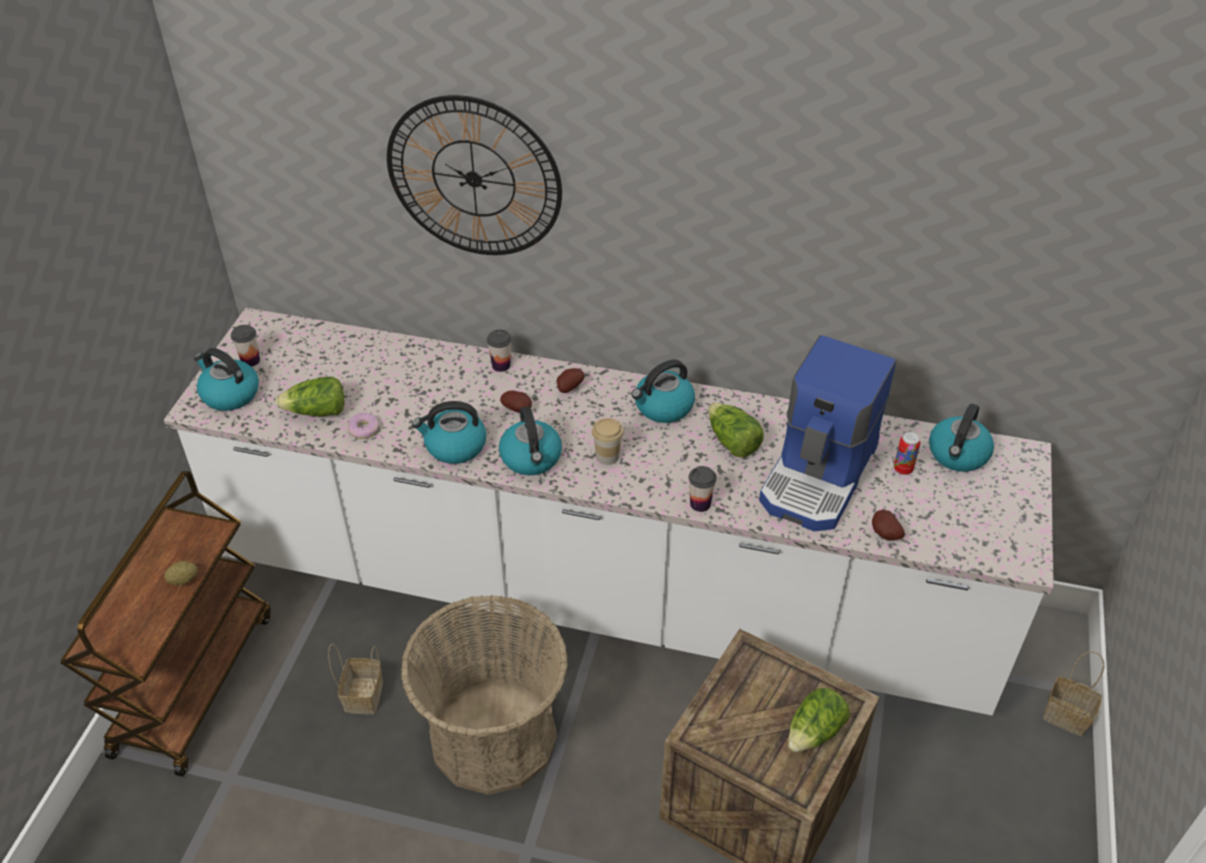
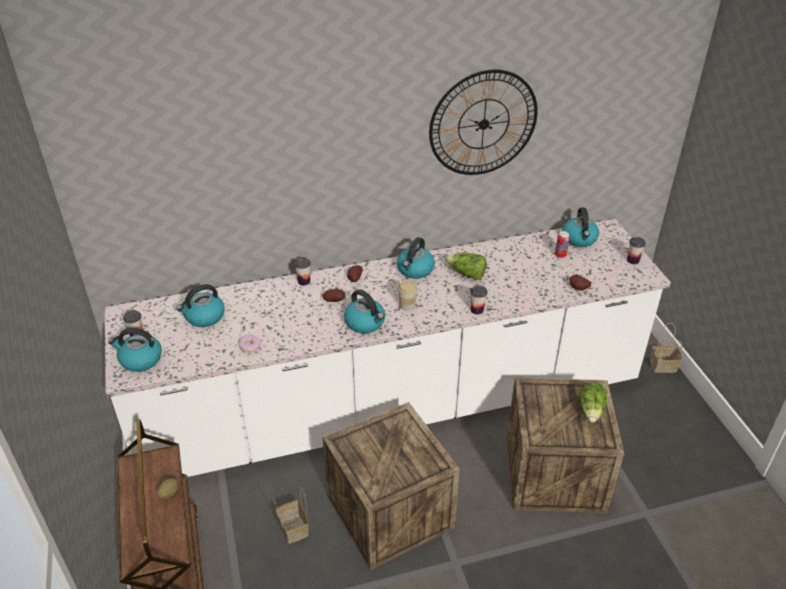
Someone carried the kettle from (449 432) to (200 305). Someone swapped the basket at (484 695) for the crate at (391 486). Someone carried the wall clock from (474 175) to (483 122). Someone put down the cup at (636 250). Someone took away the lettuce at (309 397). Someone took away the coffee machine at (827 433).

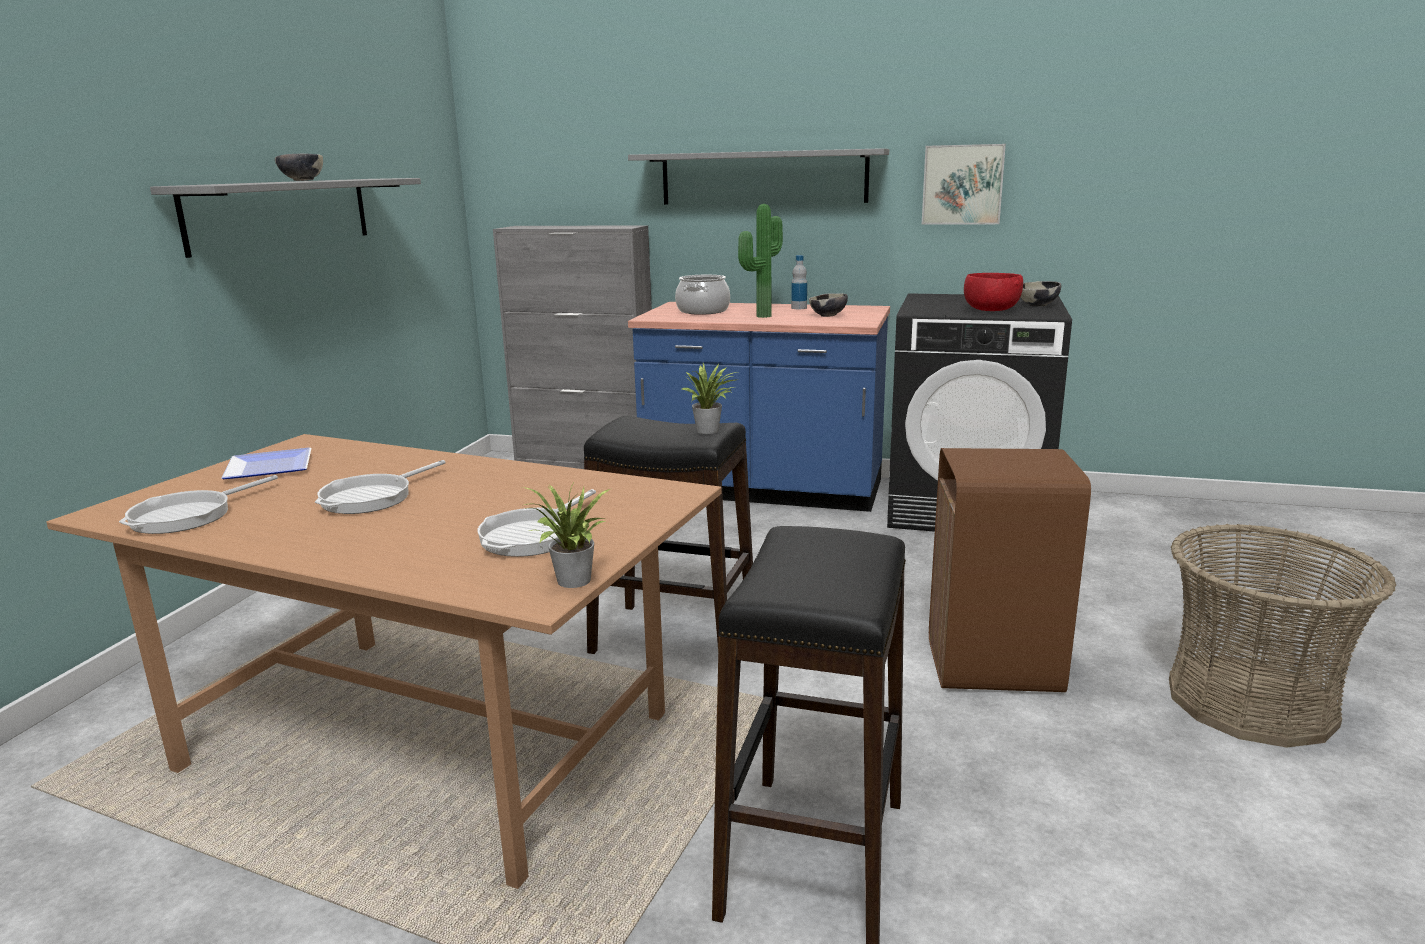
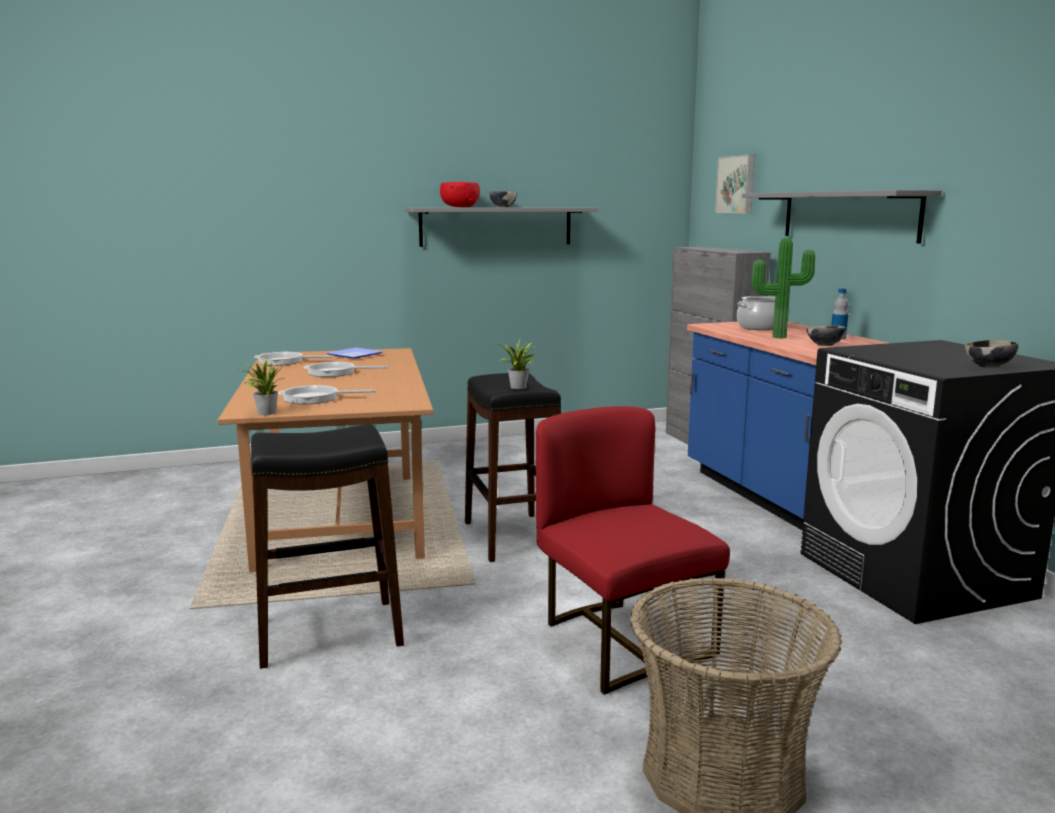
Someone carried the bowl in red from (993 292) to (460 194). Someone swapped the trash can in brown at (1010 570) for the chair in red at (633 550). Someone carried the picture from (964 184) to (735 183).

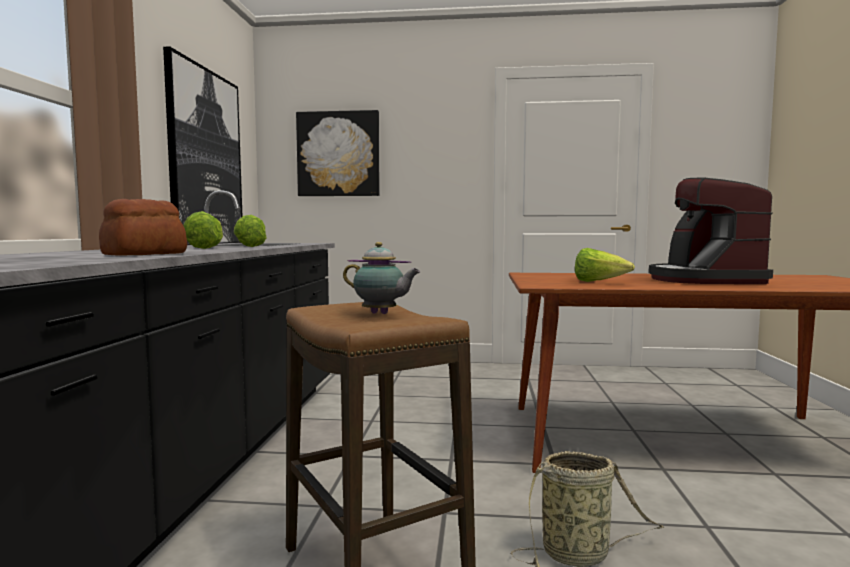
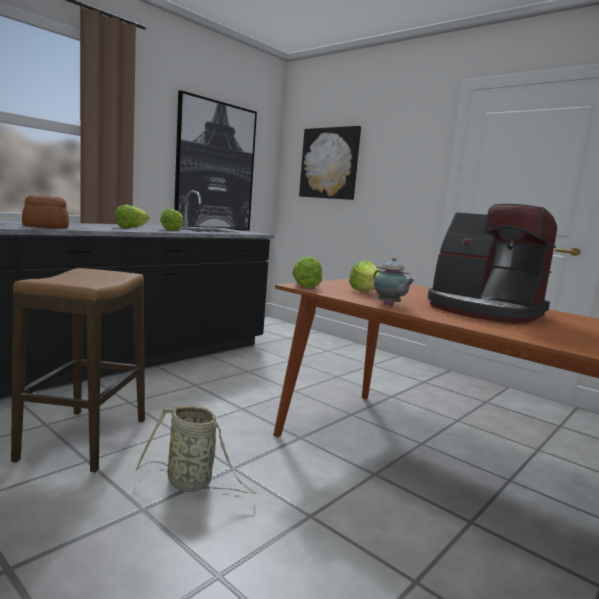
Someone put down the lettuce at (307 272). Someone carried the teapot from (382 278) to (394 281). Someone rotated the coffee machine at (711 231) by 90 degrees counterclockwise.

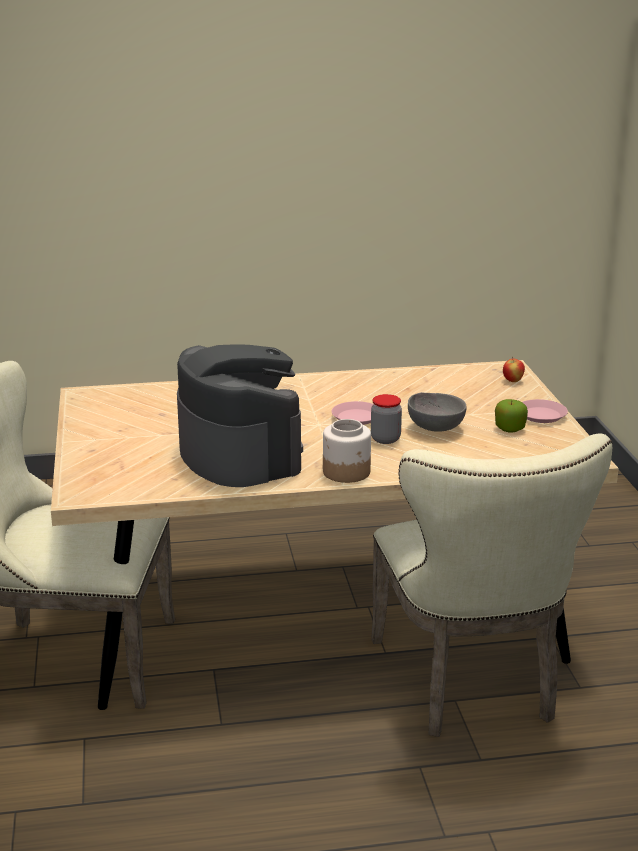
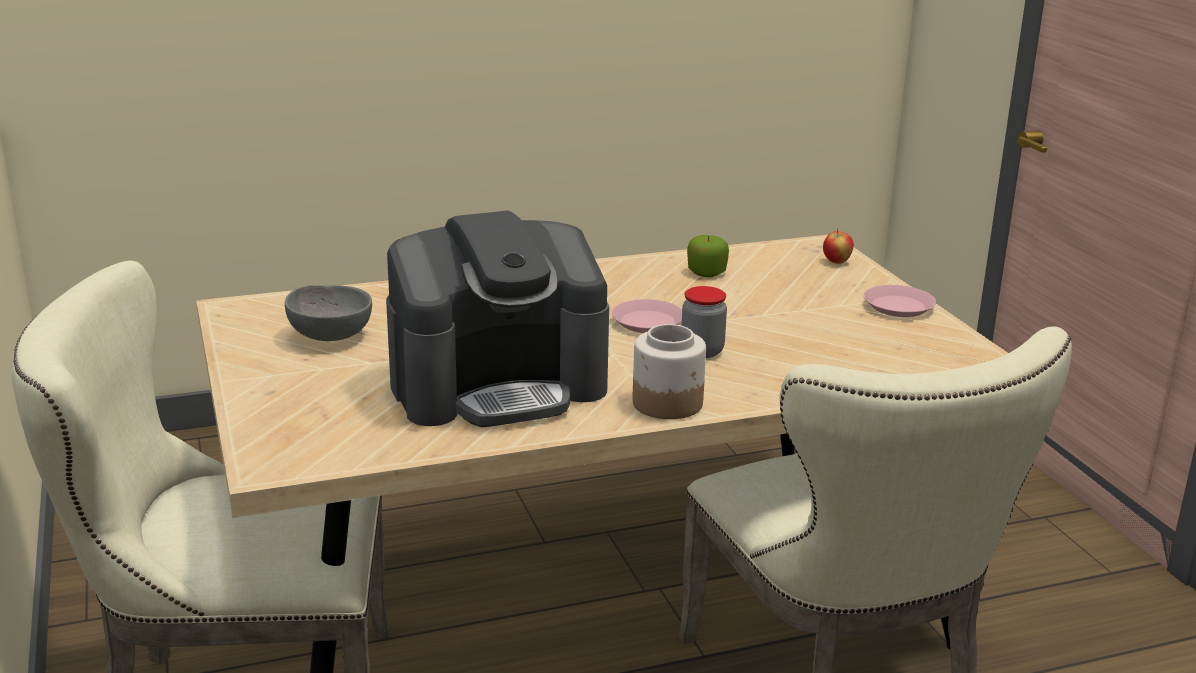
Someone carried the bowl in grey from (437 412) to (328 313). Someone rotated the coffee machine at (240 415) by 105 degrees clockwise. Someone carried the apple from (511 416) to (708 256).

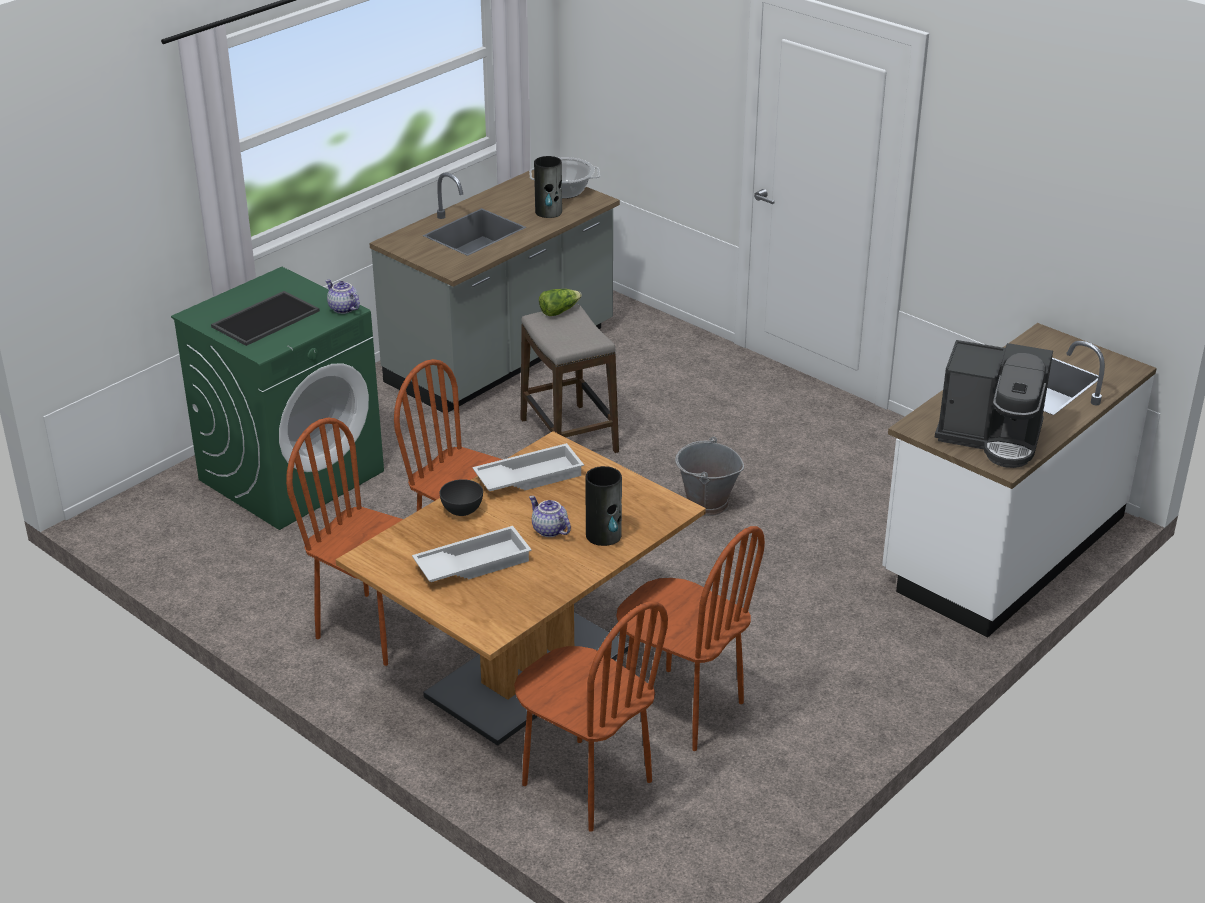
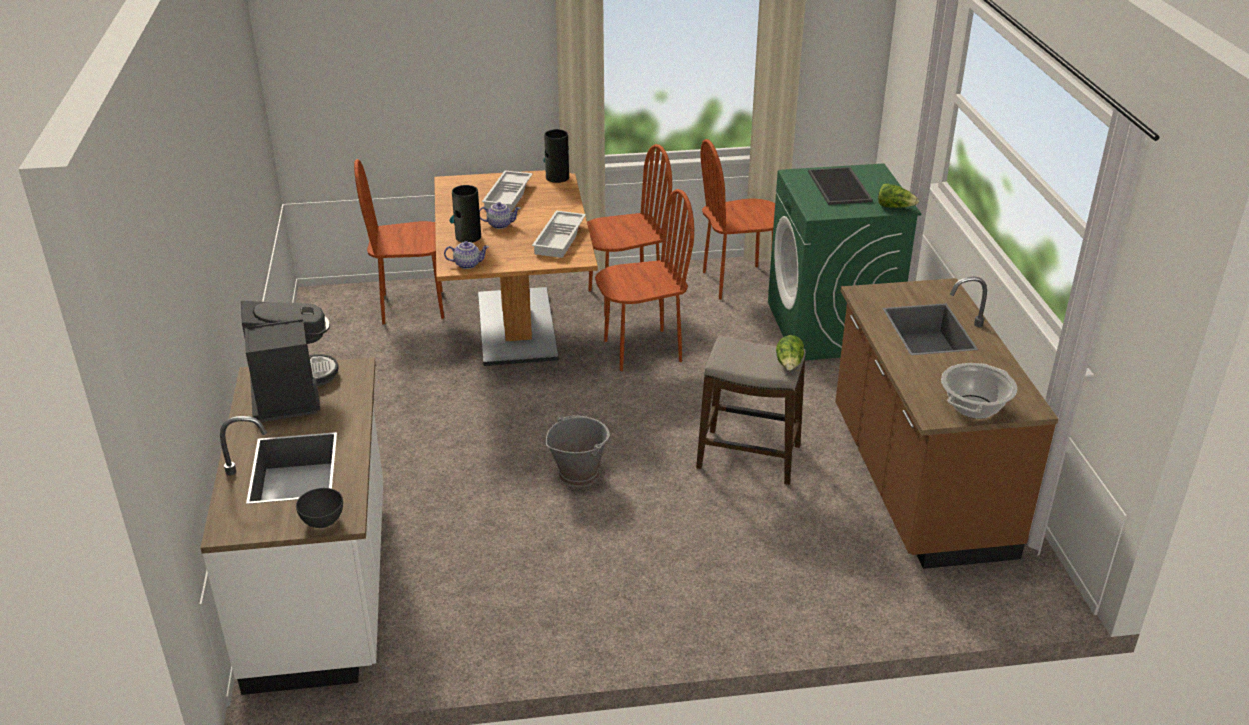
Someone rotated the coffee machine at (993 404) by 105 degrees clockwise. Someone carried the bowl in grey from (461 497) to (319 508). Someone carried the teapot from (342 297) to (466 255). Someone carried the vase from (548 187) to (556 156). Someone carried the chair in brown from (690 638) to (737 219). Someone repainted the counter in grey at (494 291), which became the counter in brown at (946 423). Someone put down the lettuce at (898 195).

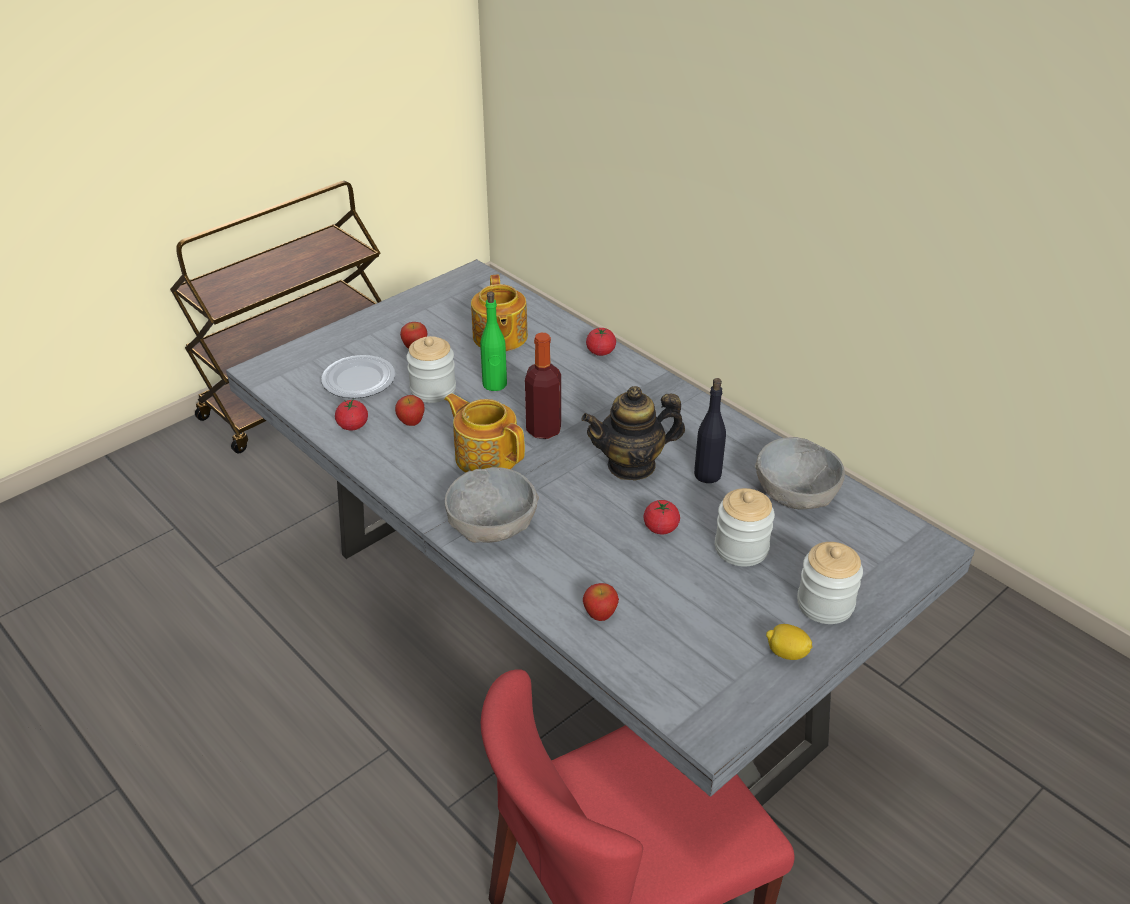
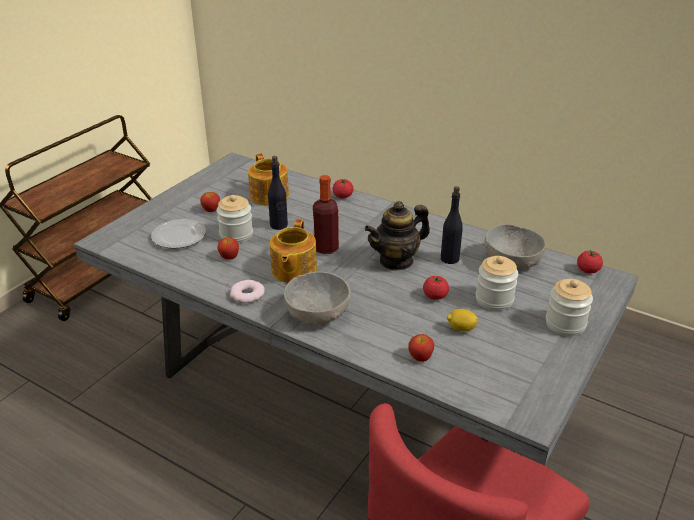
Someone put down the donut at (247 291). Someone repainted the bottle in green at (493 341), which became the bottle in black at (278 193). Someone rotated the teapot at (484 433) by 105 degrees counterclockwise. Someone carried the lemon from (789 642) to (462 320). Someone carried the tomato from (351 414) to (590 261).

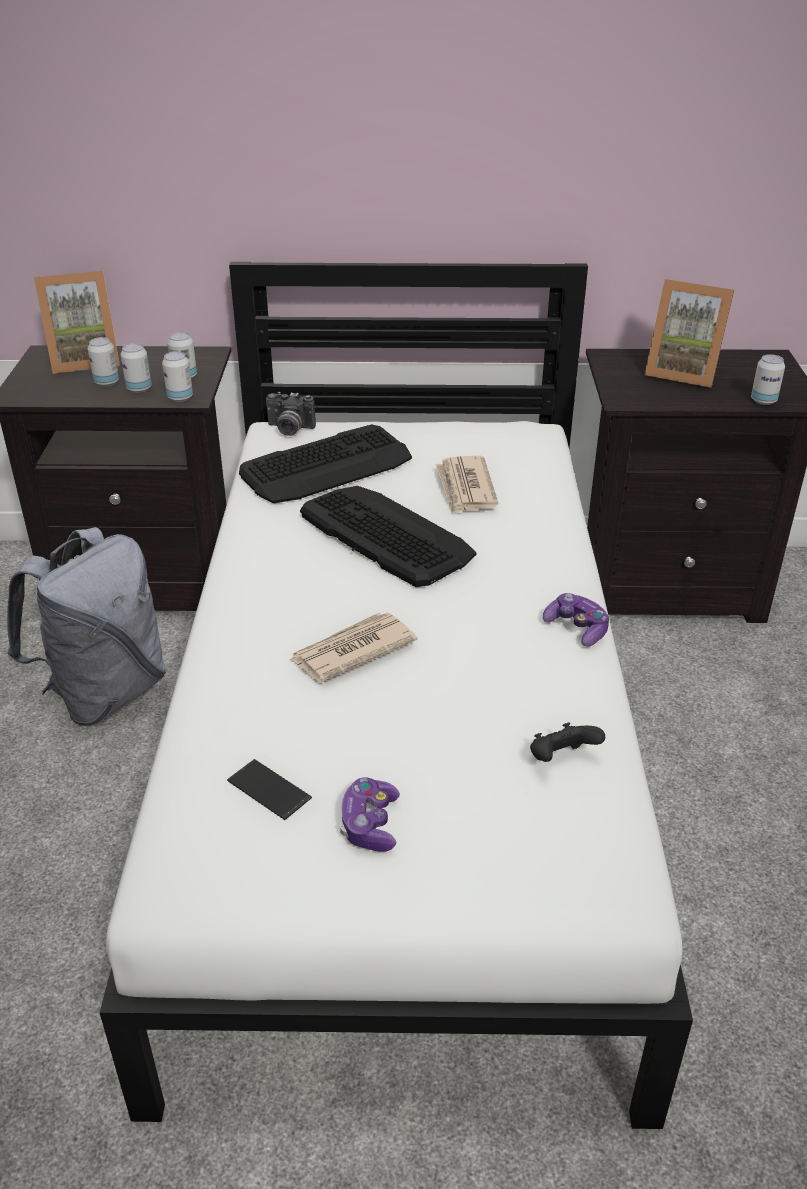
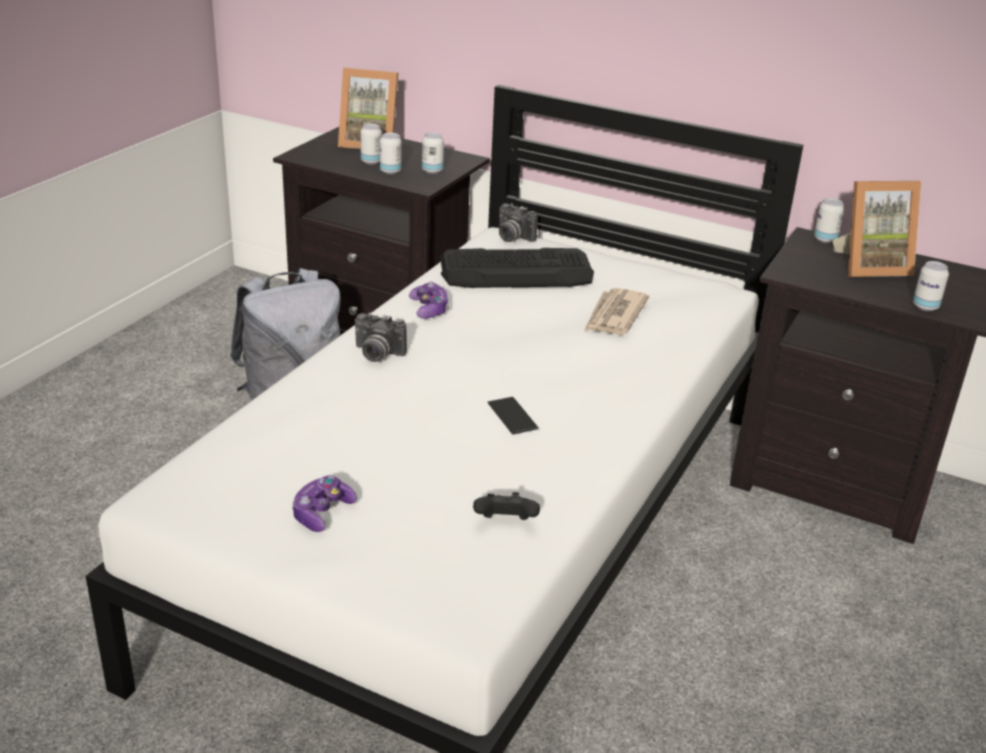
Someone put down the photo camera at (381 337). Someone carried the game controller from (576 620) to (429 300). Someone carried the phone from (269 789) to (513 416). Someone carried the can from (177 376) to (829 220). Someone rotated the picture frame at (689 333) by 60 degrees counterclockwise. Someone took away the newspaper at (354 647). Someone took away the keyboard at (388 536).

